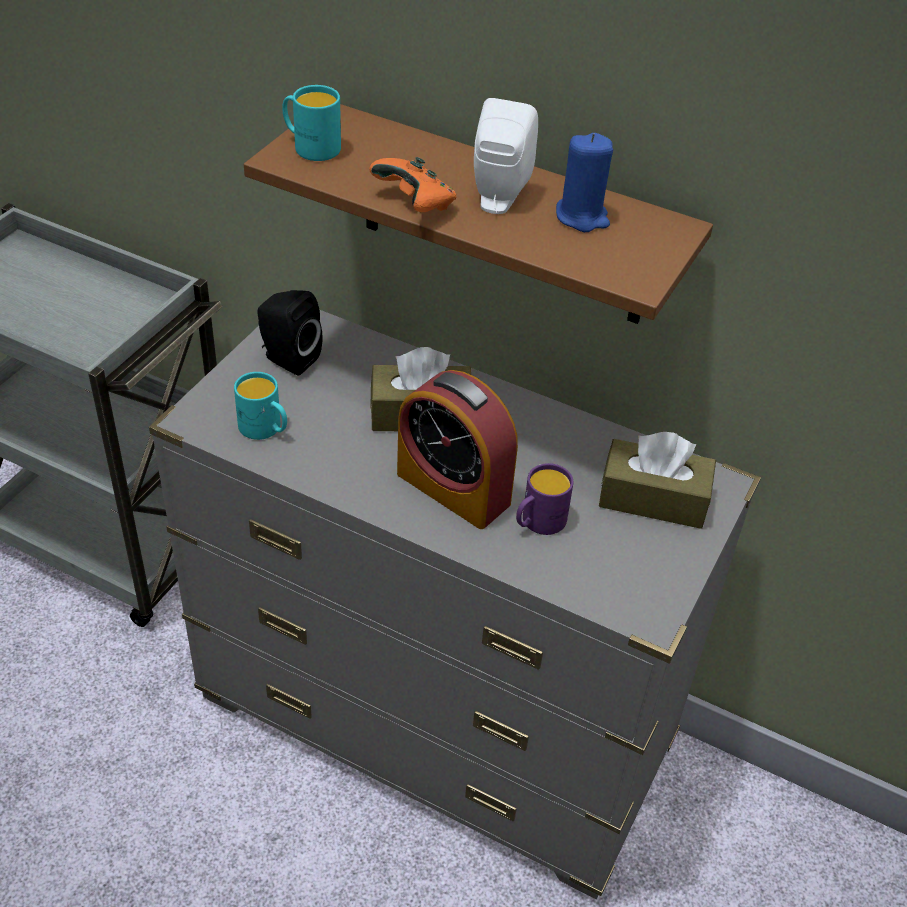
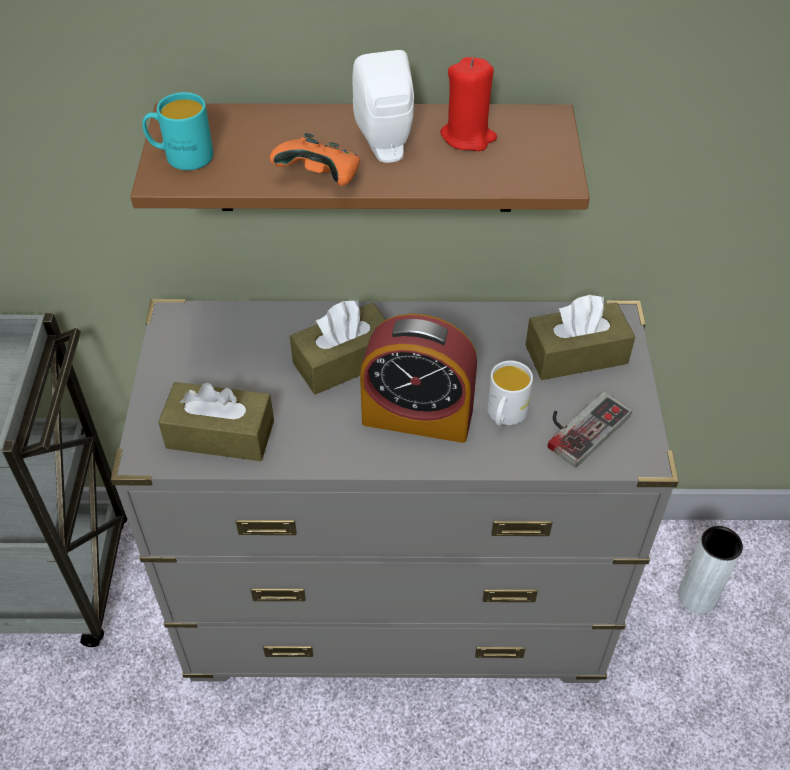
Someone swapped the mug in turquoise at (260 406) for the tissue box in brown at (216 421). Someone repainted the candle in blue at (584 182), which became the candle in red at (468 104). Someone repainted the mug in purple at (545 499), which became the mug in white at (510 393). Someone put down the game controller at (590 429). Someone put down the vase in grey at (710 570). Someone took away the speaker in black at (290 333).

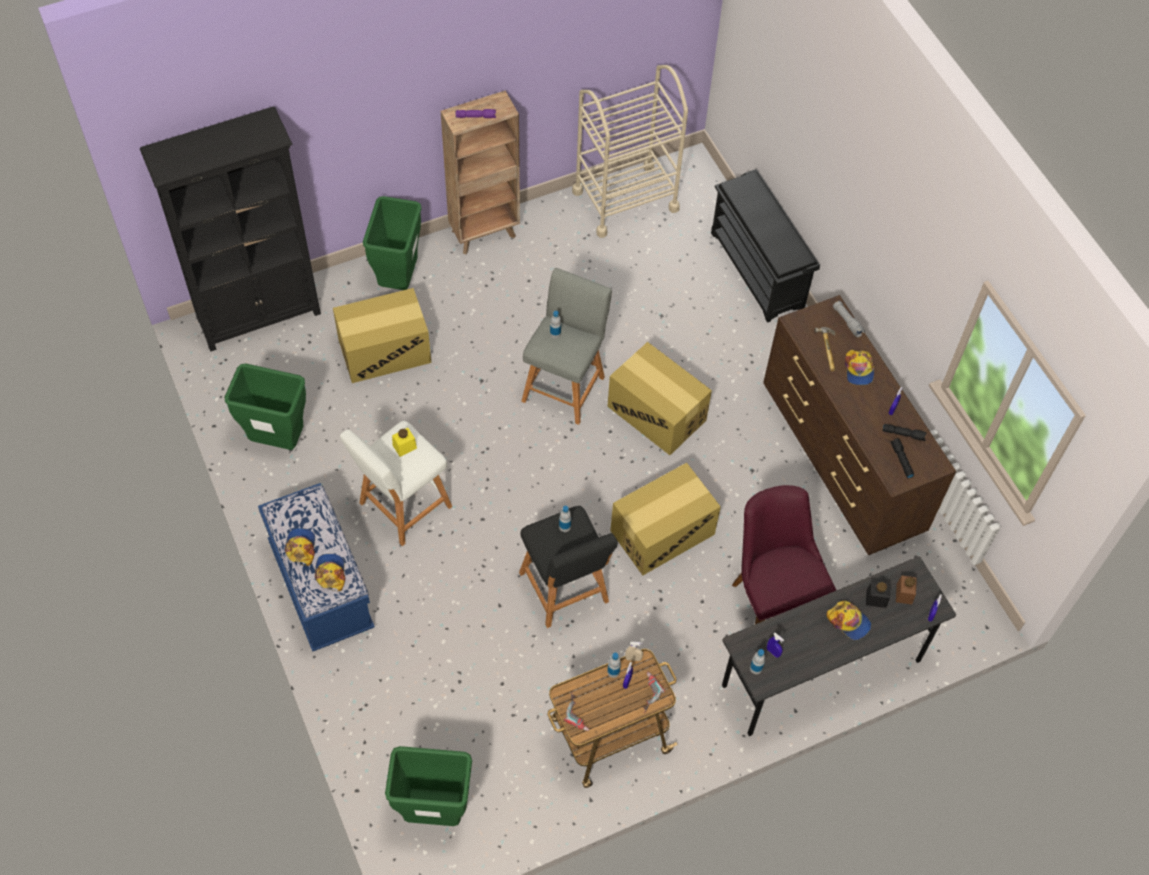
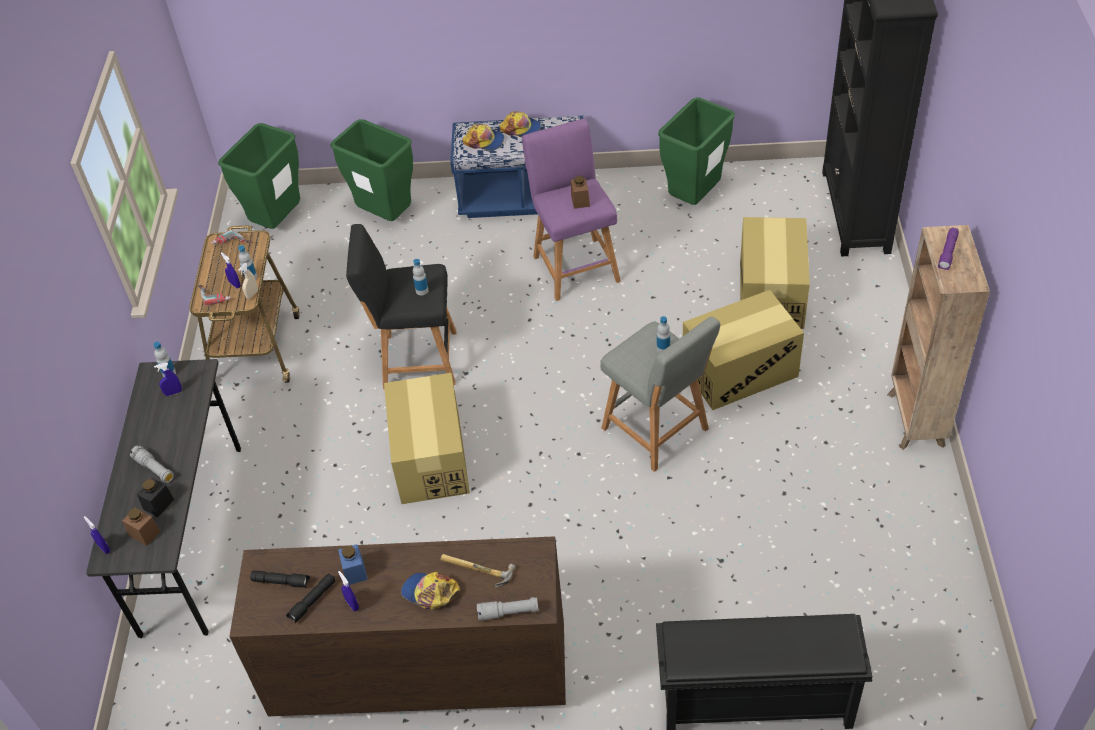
Someone swapped the cap at (849 620) for the flashlight in grey at (152 464). Someone carried the trash can in green from (392 243) to (371 170). Someone put down the jar in blue at (353 564). Someone repainted the stool in white at (396 483), which became the stool in purple at (571 210). Someone repainted the jar in yellow at (404 442), which became the jar in brown at (580 192). Someone carried the cardboard box from (659 398) to (743 350). Someone took away the cart in beige at (630 151). Someone took away the chair in purple at (784 554).

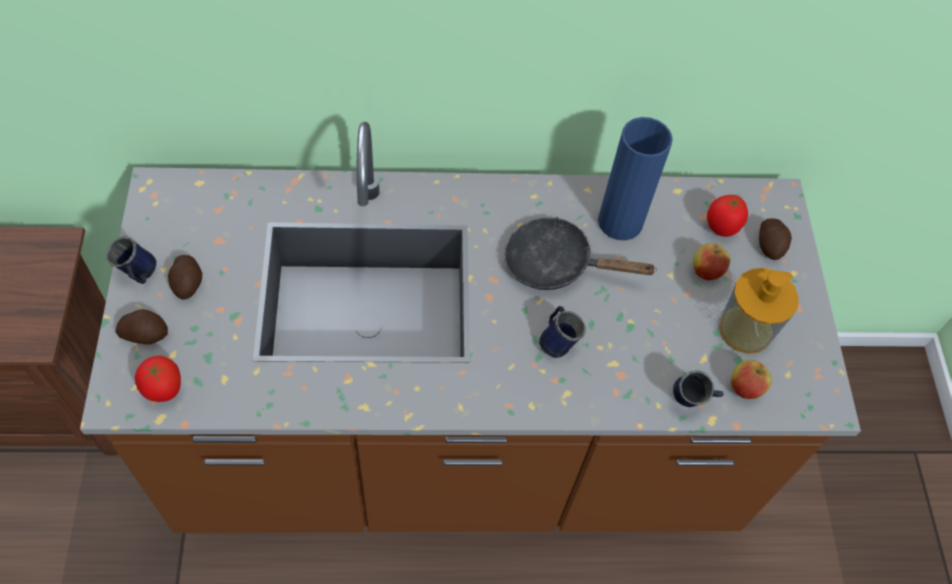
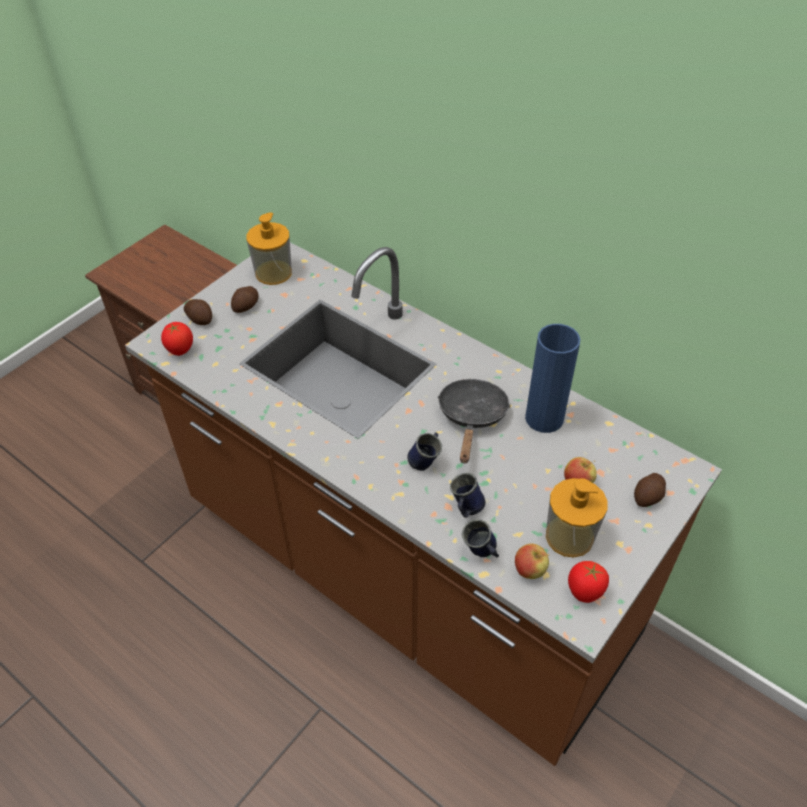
Someone put down the soap dispenser at (269 249). Someone rotated the frying pan in black at (580 253) by 45 degrees clockwise. Someone carried the mug in blue from (131 260) to (467 495). Someone carried the tomato from (727 216) to (588 582).

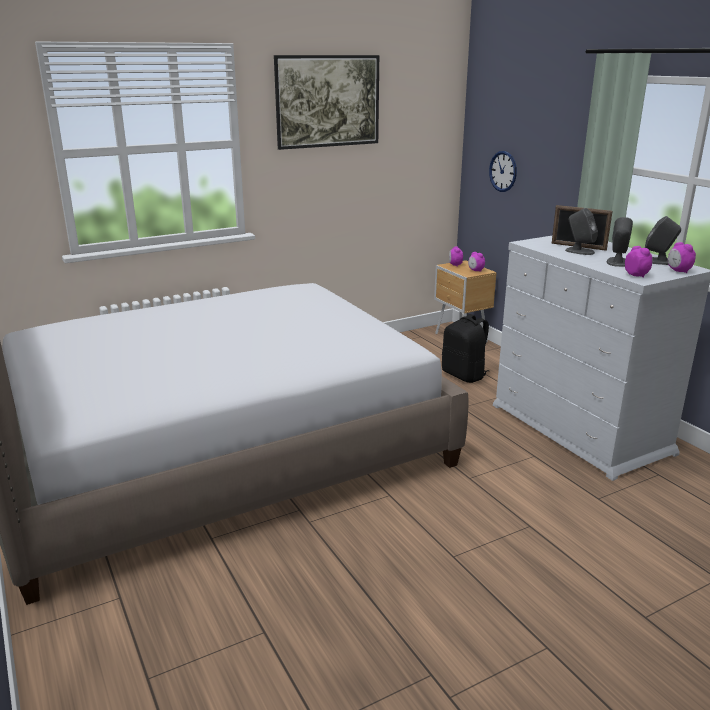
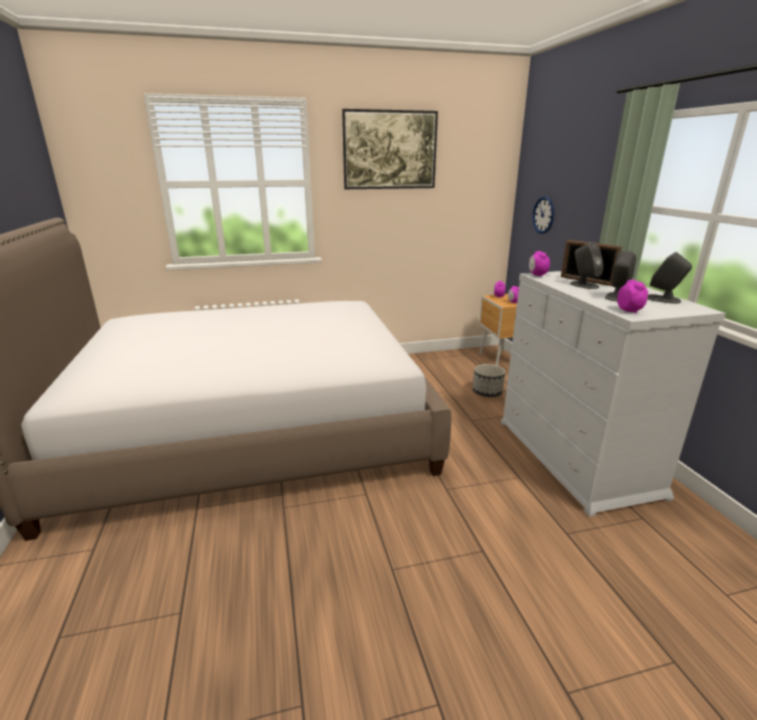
Someone swapped the backpack in black at (465 348) for the planter at (489 380). Someone carried the alarm clock from (682 257) to (539 264).

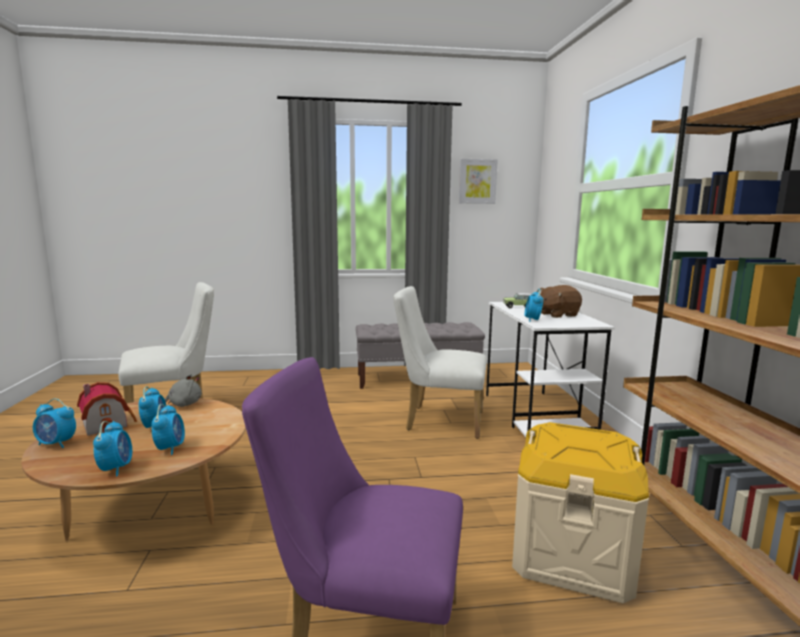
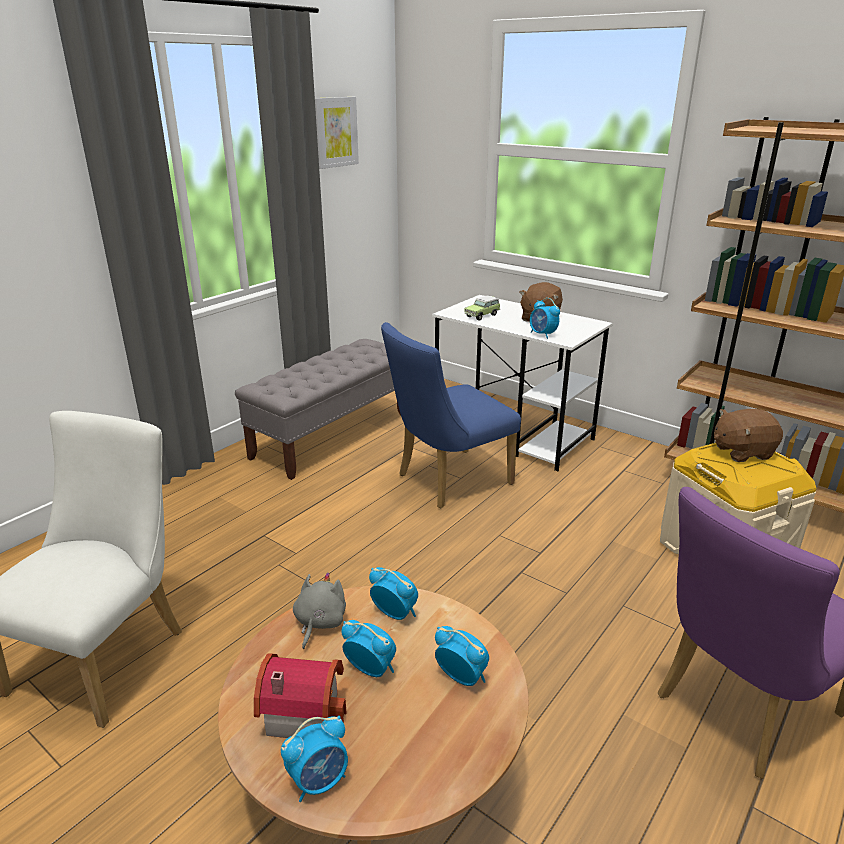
Someone carried the alarm clock from (112 449) to (393 593). Someone repainted the chair in white at (440 362), which became the chair in blue at (451 415). Someone put down the plush toy in brown at (748 435).

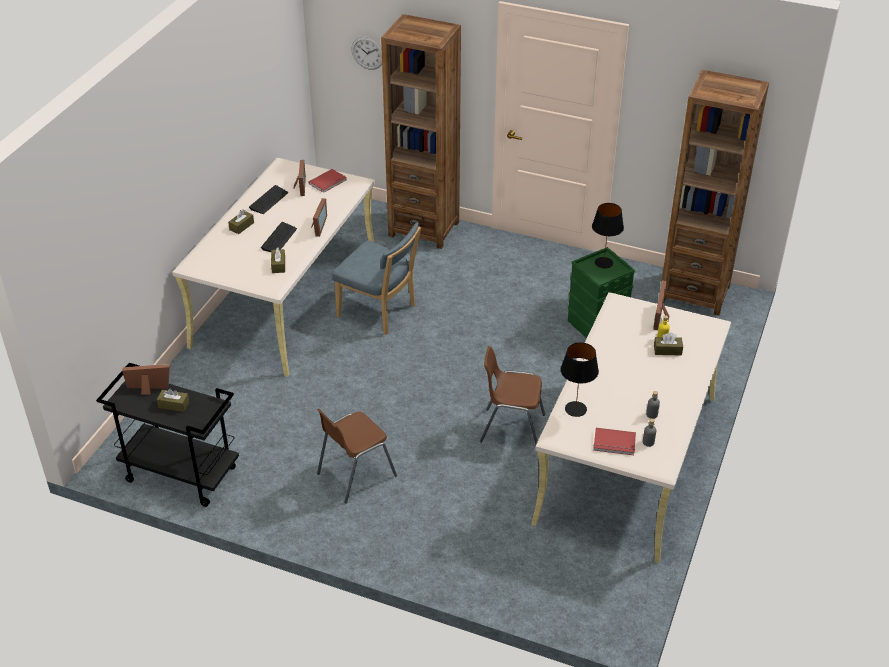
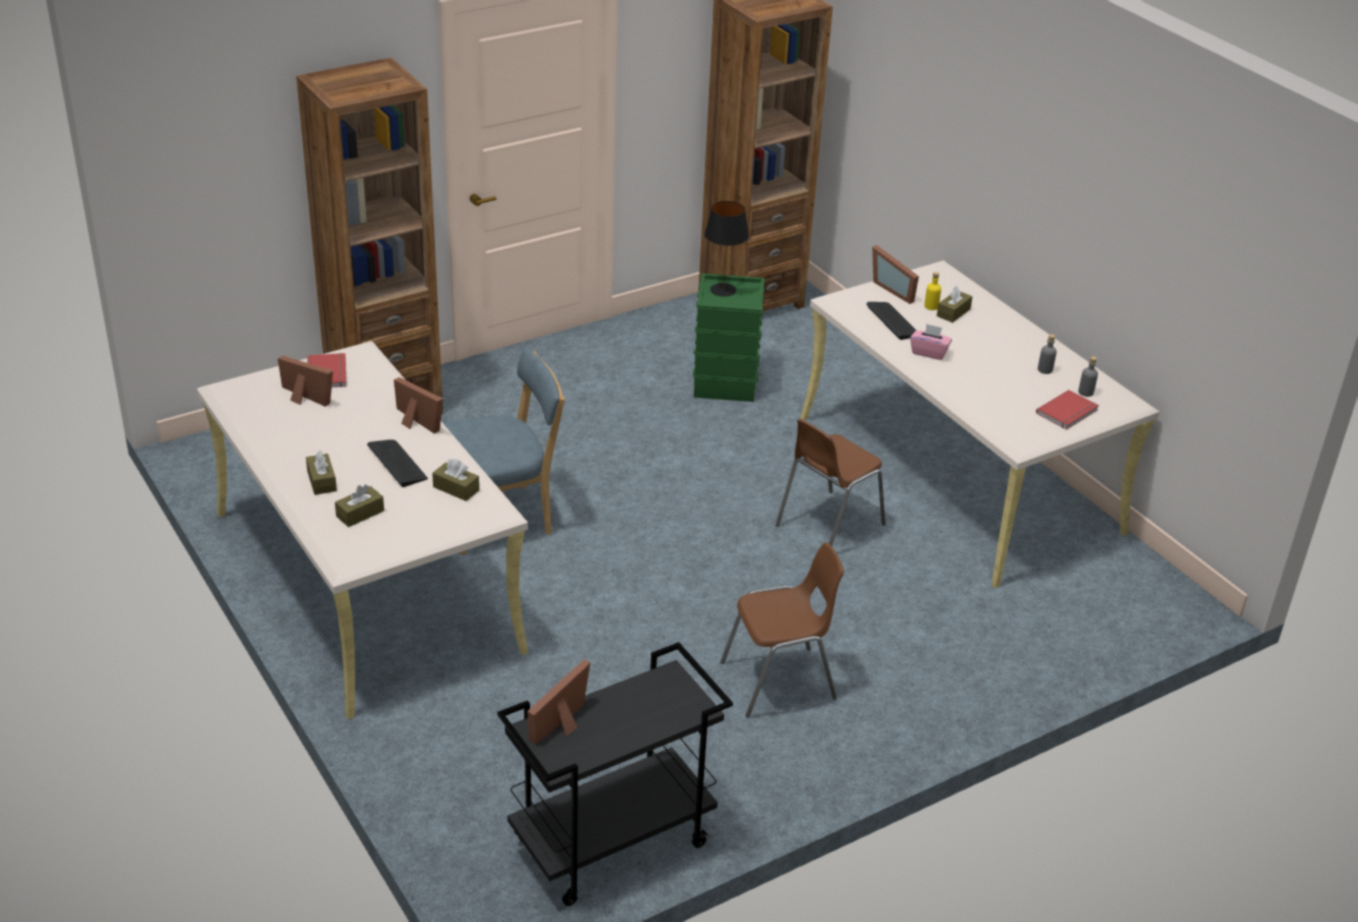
Someone carried the tissue box in brown from (173 400) to (359 505). Someone rotated the chair in brown at (357 456) by 105 degrees counterclockwise. Someone carried the keyboard from (268 199) to (891 321). Someone put down the tissue box in pink at (931 341). Someone took away the wall clock at (366 53). Someone took away the table lamp in black at (580 379).

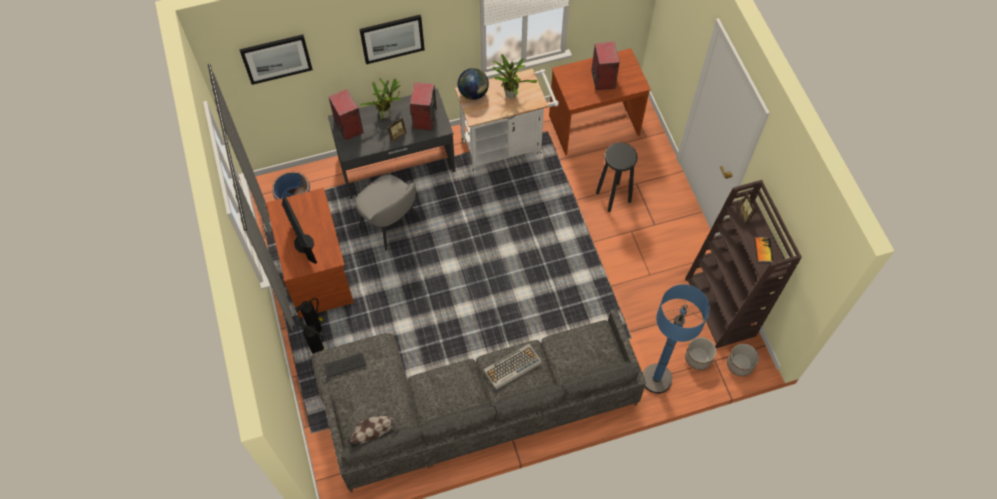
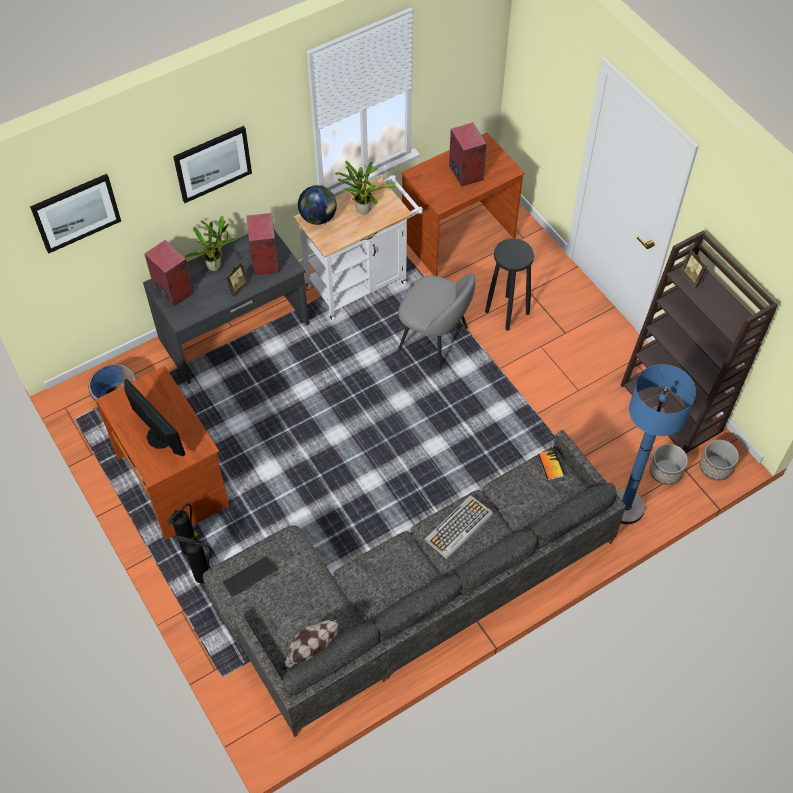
Someone carried the chair in grey from (388 212) to (437 321). Someone carried the book from (763 250) to (551 464).

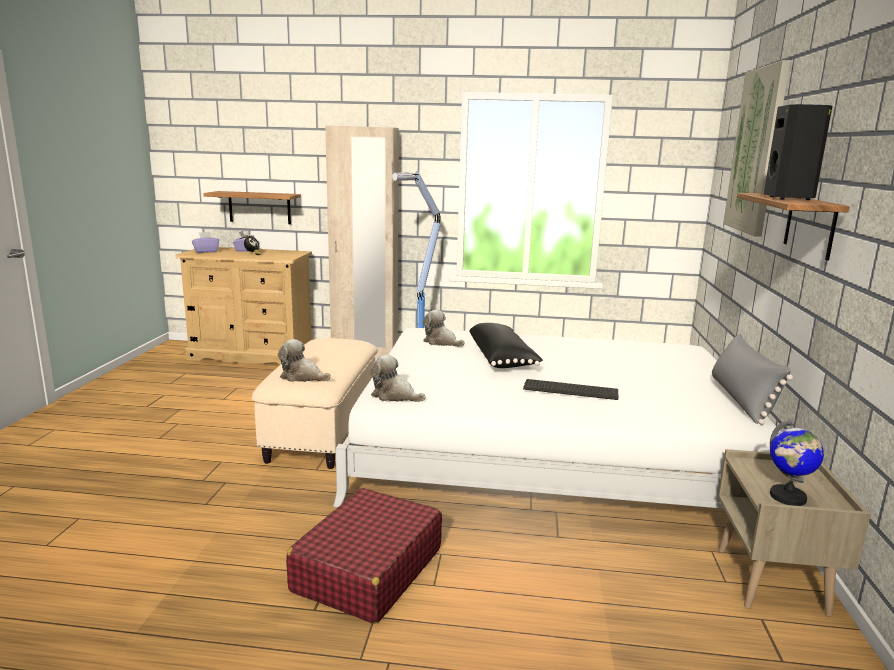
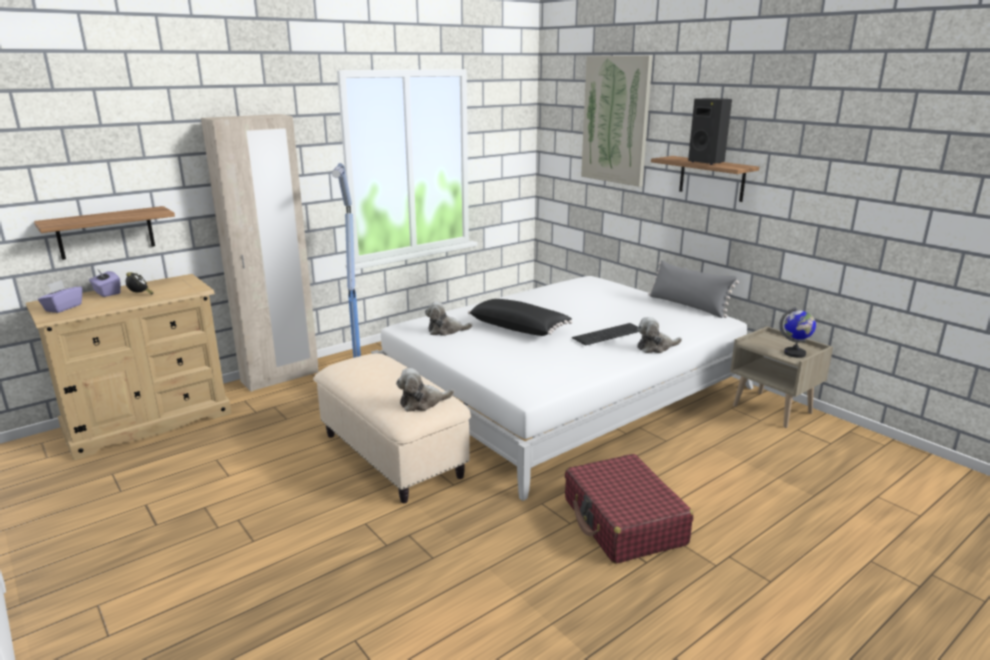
Someone carried the plush toy from (398 378) to (659 335).

